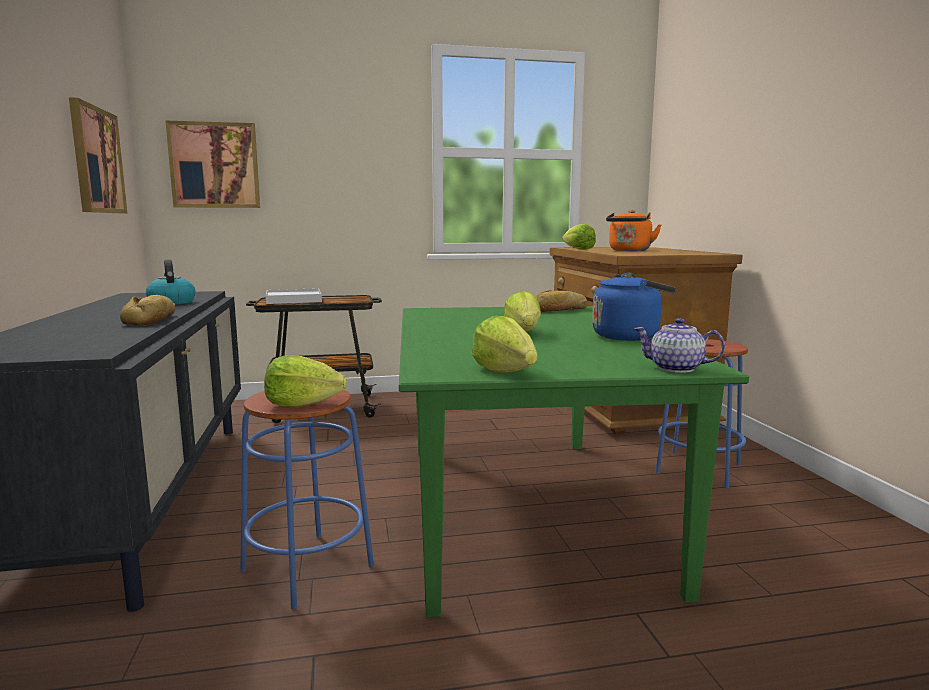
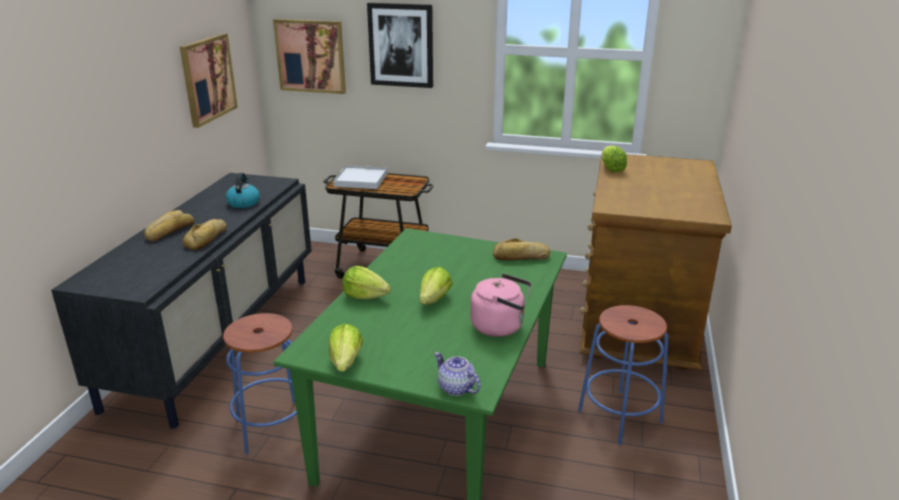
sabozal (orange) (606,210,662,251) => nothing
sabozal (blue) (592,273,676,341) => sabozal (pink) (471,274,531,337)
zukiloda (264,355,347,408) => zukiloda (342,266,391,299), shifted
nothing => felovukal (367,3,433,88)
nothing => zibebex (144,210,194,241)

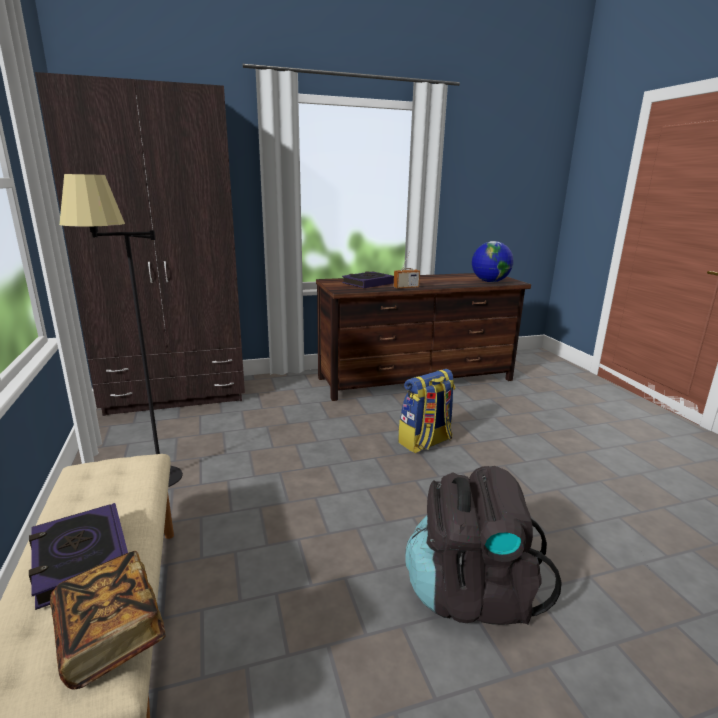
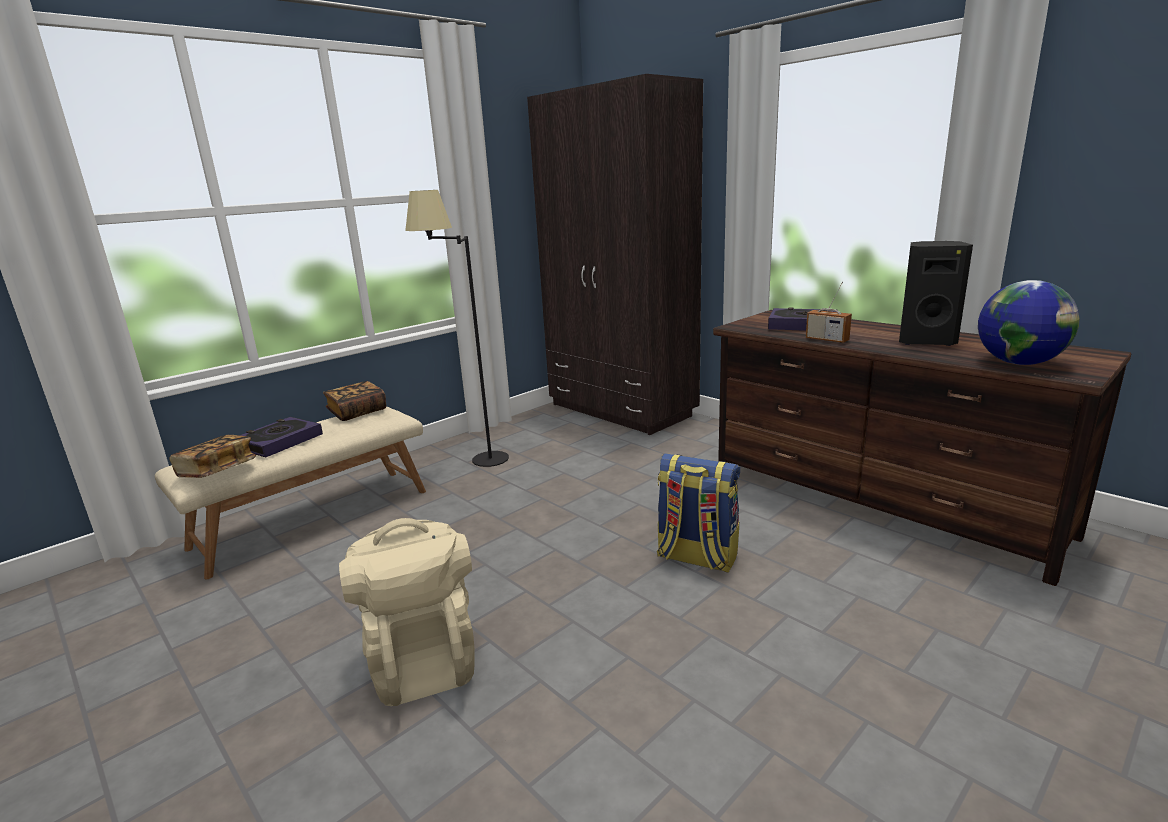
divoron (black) (406,466,562,625) => divoron (beige) (339,518,475,706)
nothing => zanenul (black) (899,241,973,346)
nothing => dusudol (323,381,386,421)

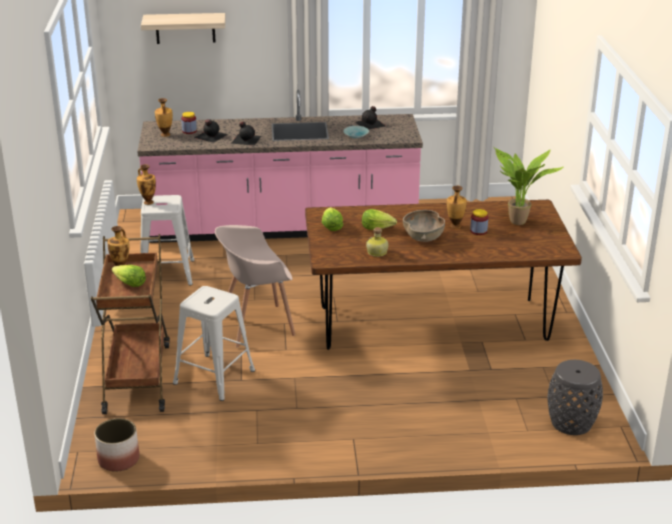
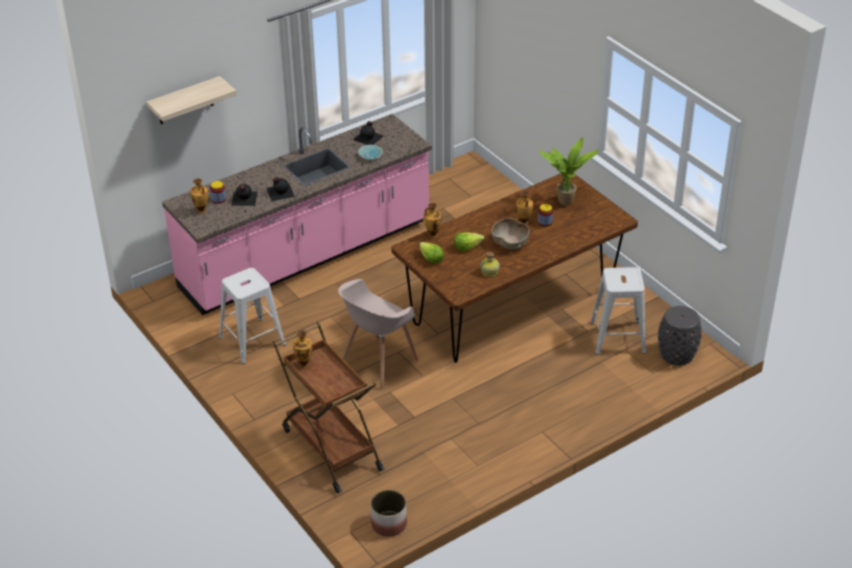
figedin (137,164,156,205) => figedin (424,203,442,239), shifted
zukiloda (112,265,146,287) => nothing
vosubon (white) (173,286,255,401) => vosubon (white) (590,267,647,355), shifted

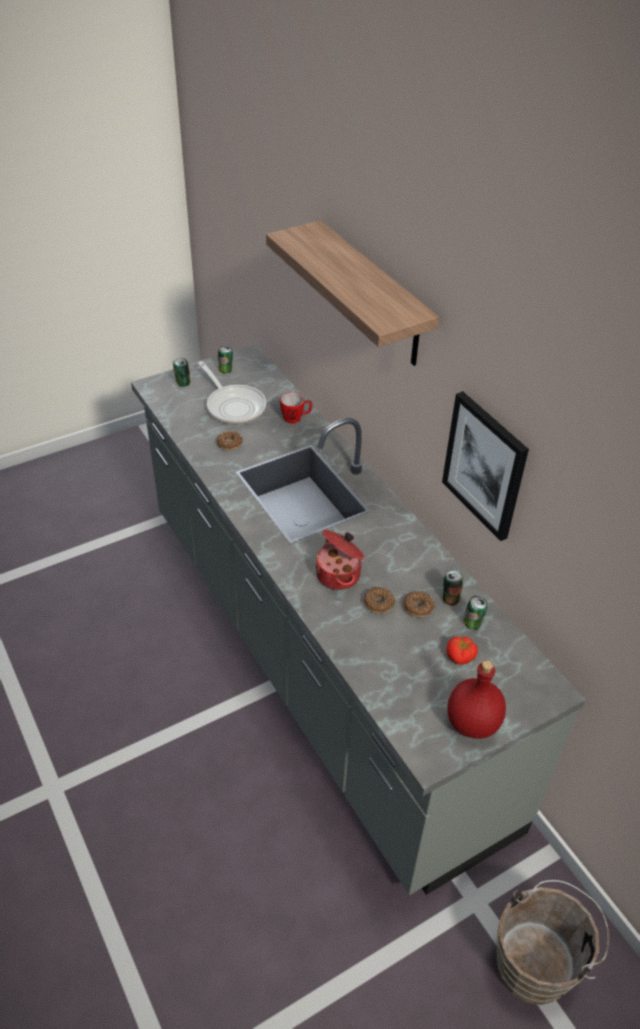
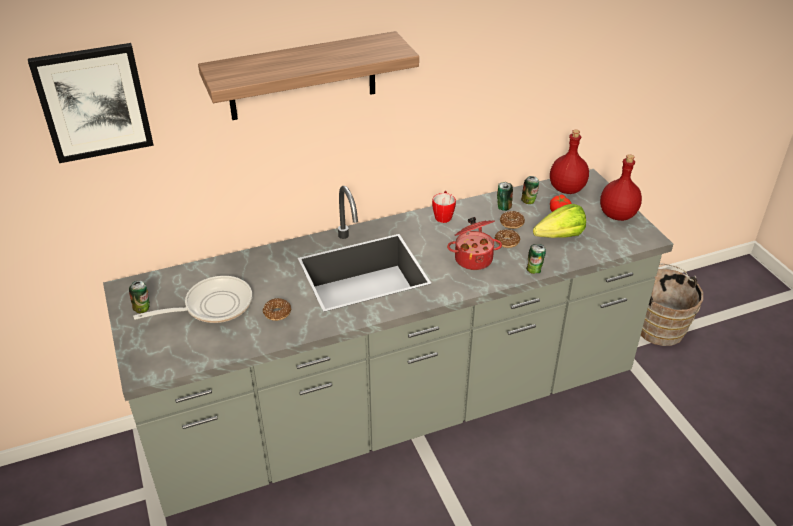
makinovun (173,358,190,387) => makinovun (526,244,546,274), shifted
felovukal (442,391,529,541) => felovukal (28,43,154,163), shifted
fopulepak (280,392,312,424) => fopulepak (432,191,456,223), shifted
nothing => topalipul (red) (550,130,589,194)
nothing => zukiloda (533,204,586,238)

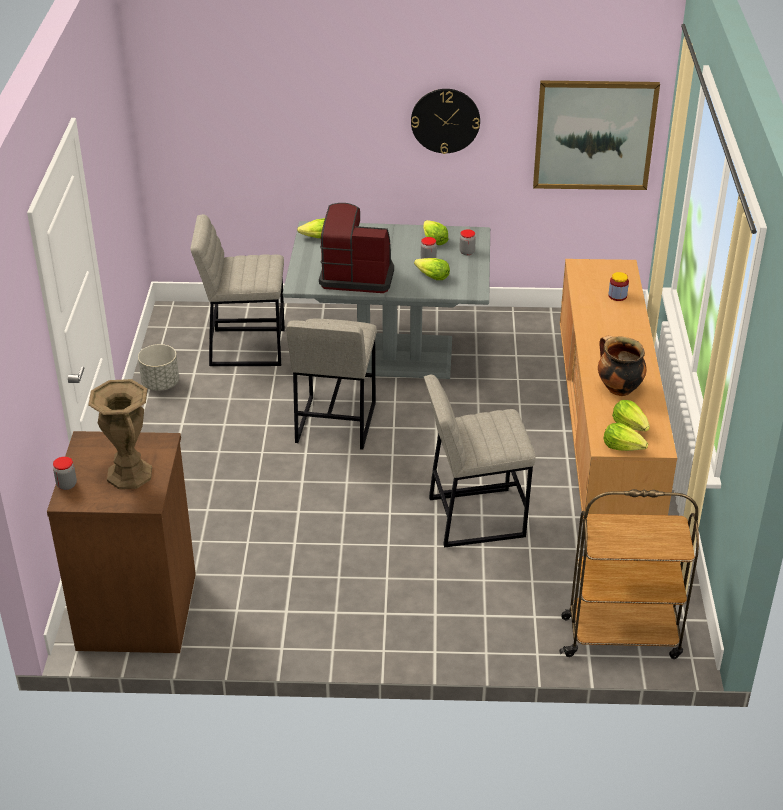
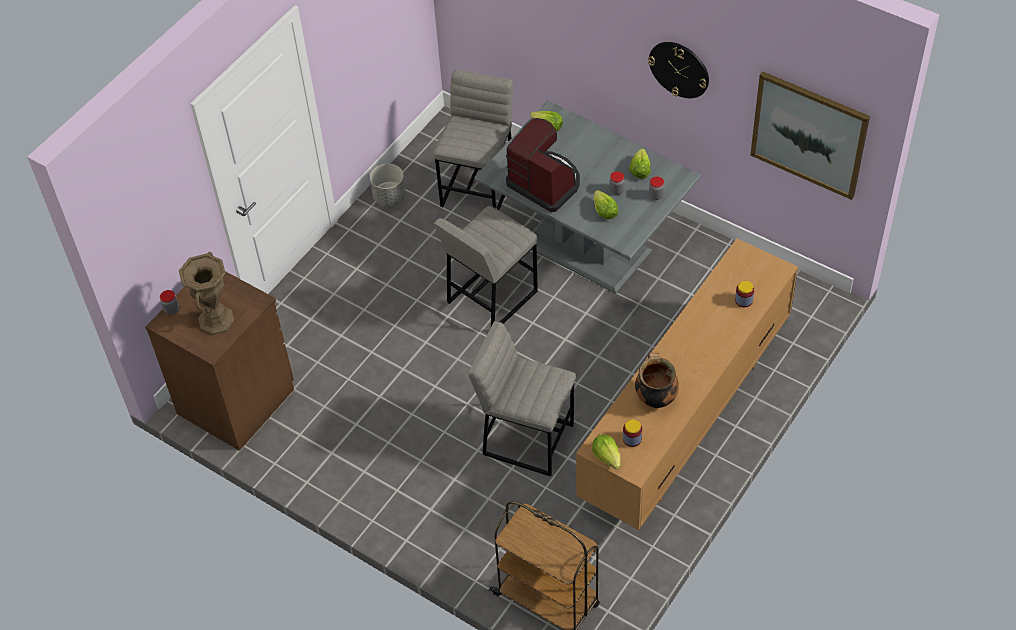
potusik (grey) (191,214,285,366) => potusik (grey) (433,69,513,210), 75 degrees clockwise
zukiloda (612,400,650,432) => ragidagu (623,419,642,447)

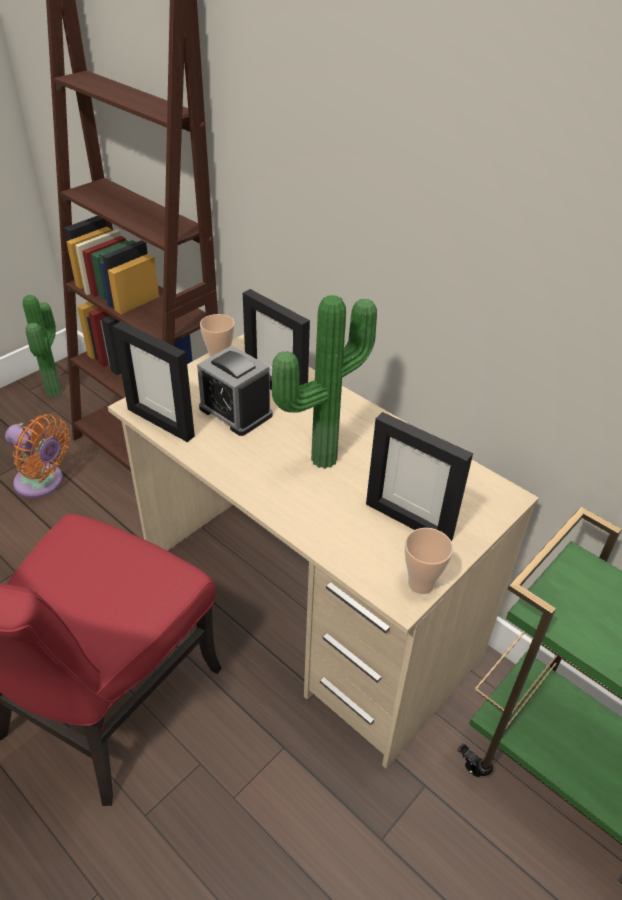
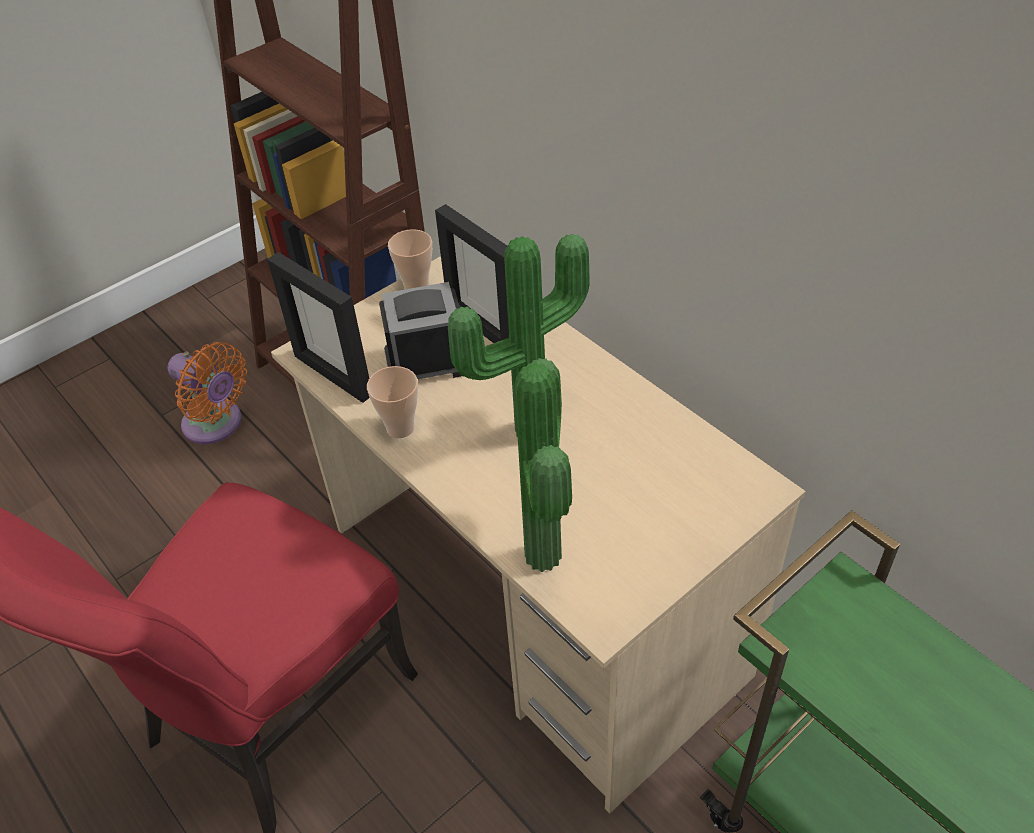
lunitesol (23,295,62,397) => lunitesol (515,358,572,572), shifted
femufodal (197,345,273,436) => femufodal (379,282,462,379), 120 degrees clockwise
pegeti (366,412,473,541) => nothing
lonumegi (405,528,453,594) => lonumegi (367,366,418,438), shifted

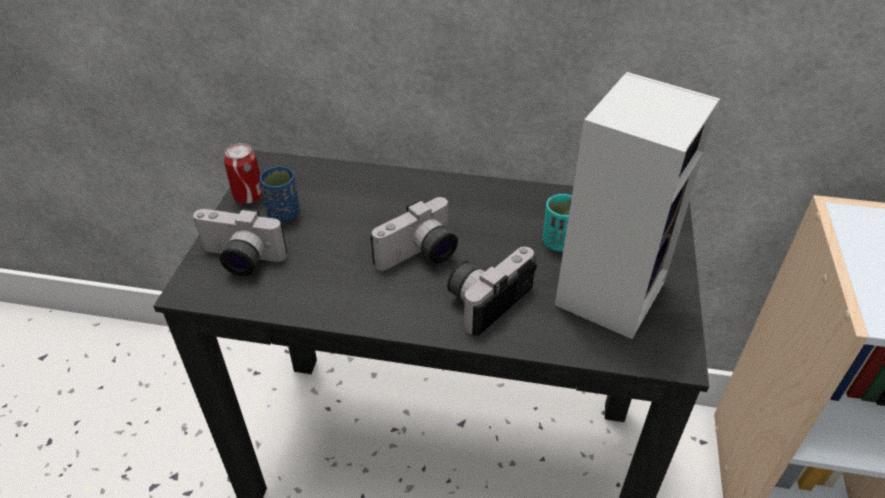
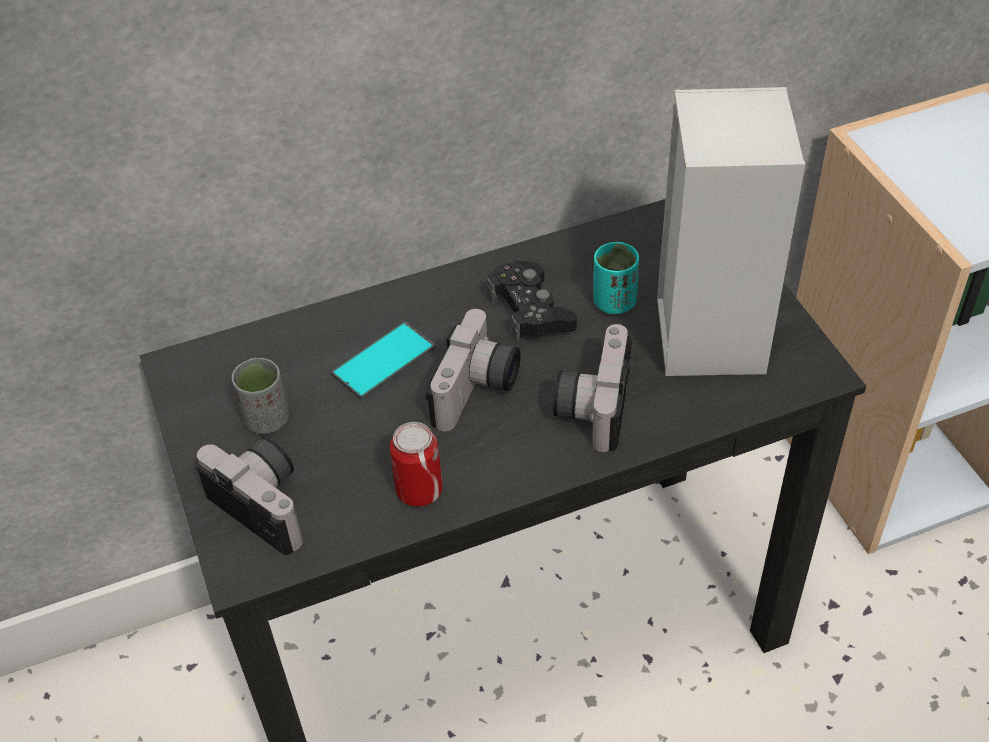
makinovun (224,143,263,204) => makinovun (390,422,443,507), shifted
lonumegi (blue) (260,166,300,222) => lonumegi (grey) (232,358,289,434)
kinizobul (192,208,287,276) => kinizobul (195,437,303,555), 120 degrees counterclockwise
nothing => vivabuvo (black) (487,260,577,343)
nothing => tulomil (332,322,435,400)

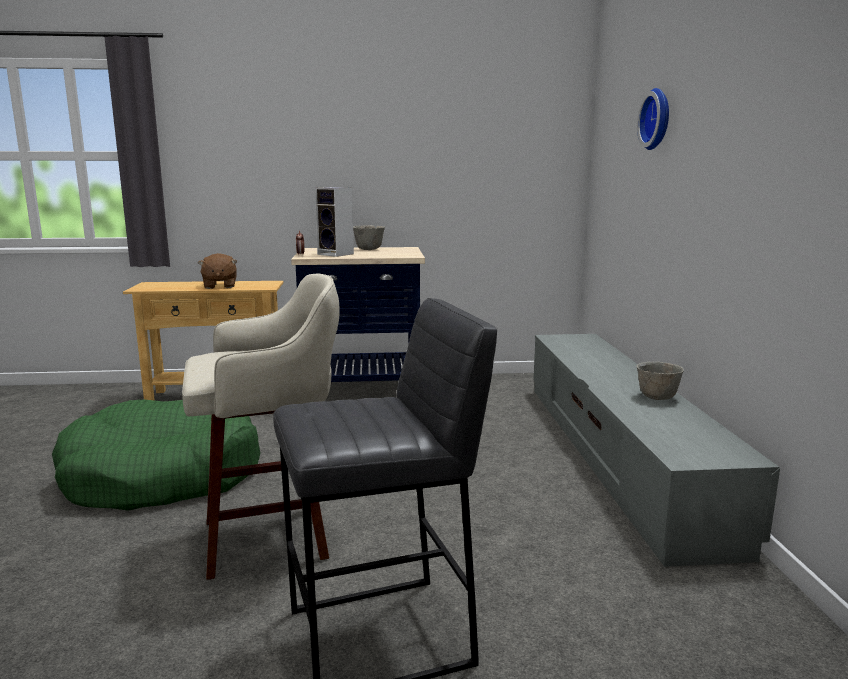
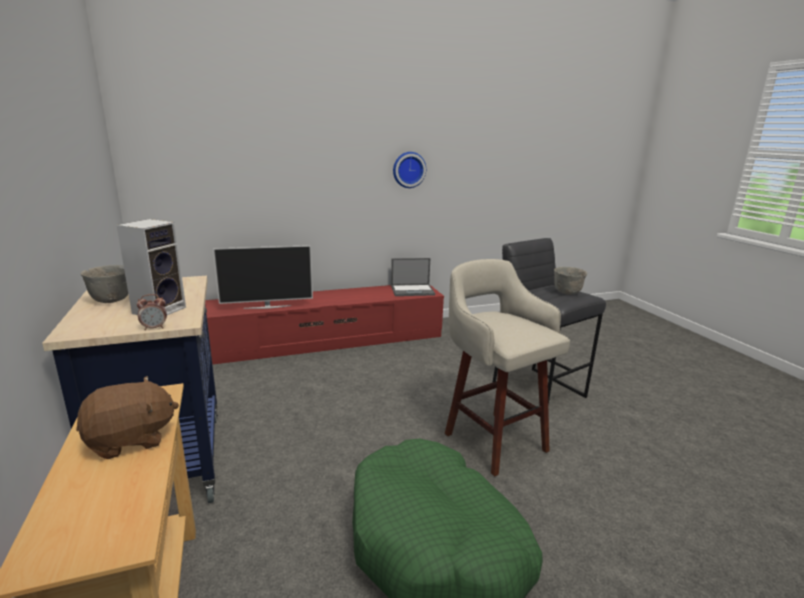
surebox (637,88,669,150) => surebox (393,152,426,188), shifted
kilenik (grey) (533,334,780,567) => kilenik (red) (205,285,444,365)
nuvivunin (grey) (637,362,684,400) => nuvivunin (grey) (554,267,587,295), shifted
nothing => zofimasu (213,245,313,309)
nothing => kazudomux (391,258,435,296)

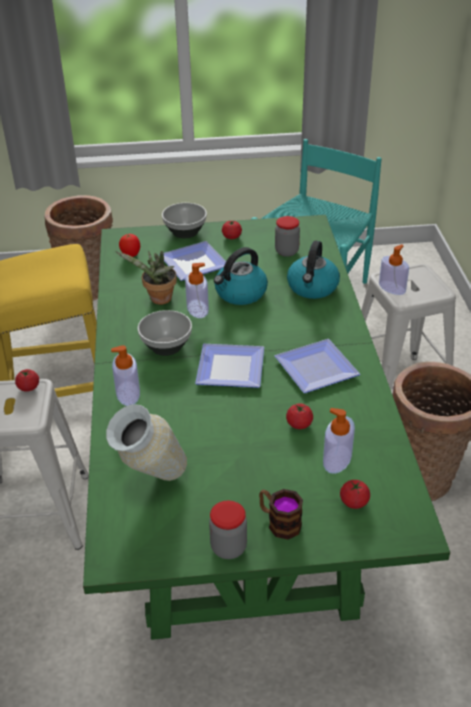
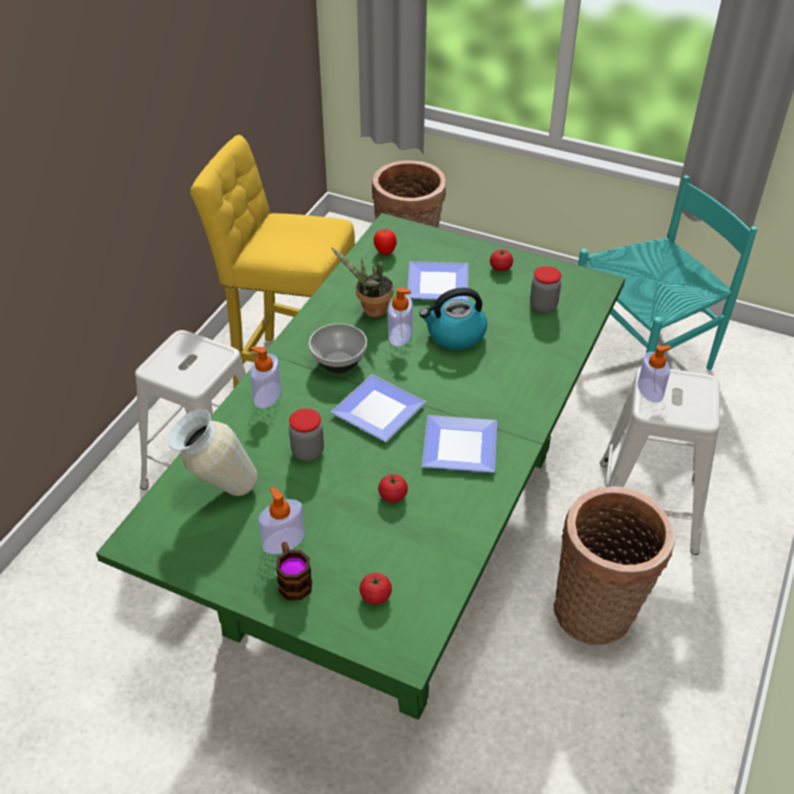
nuvivunin (162,203,207,238) => nothing
sabozal (287,240,340,299) => nothing
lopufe (15,369,39,392) => nothing
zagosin (323,408,355,474) => zagosin (258,487,305,554), shifted
ragidagu (209,501,247,559) => ragidagu (289,408,324,461), shifted

